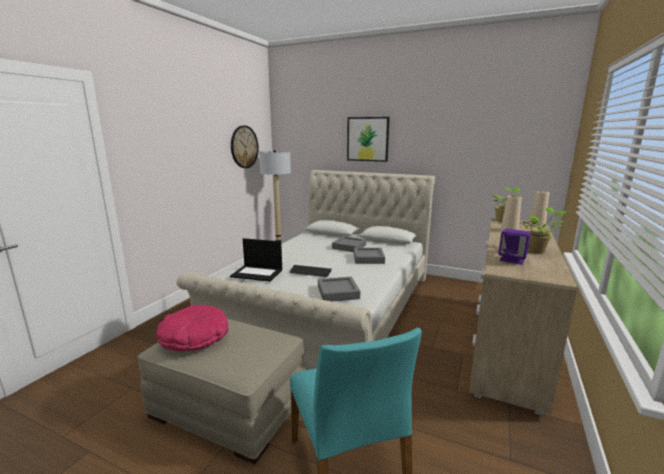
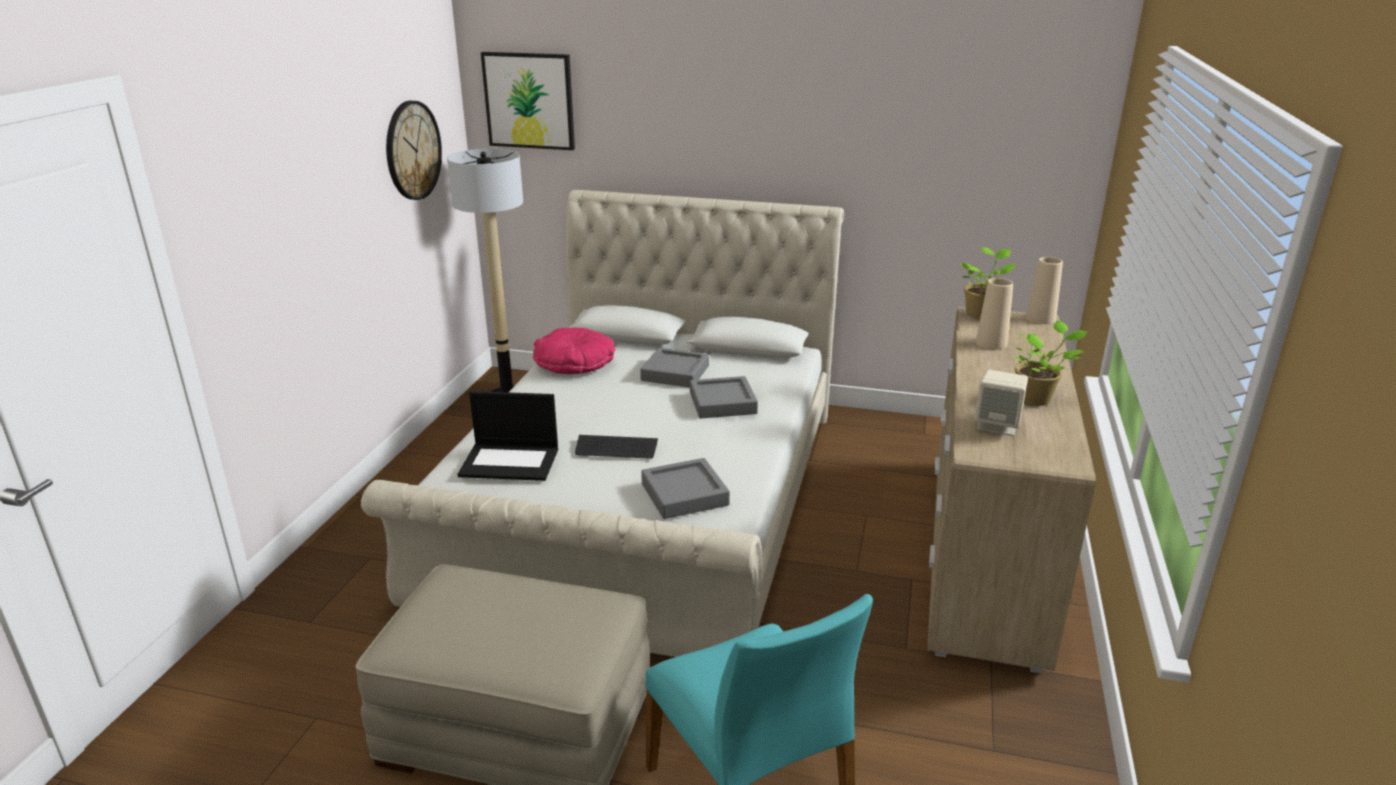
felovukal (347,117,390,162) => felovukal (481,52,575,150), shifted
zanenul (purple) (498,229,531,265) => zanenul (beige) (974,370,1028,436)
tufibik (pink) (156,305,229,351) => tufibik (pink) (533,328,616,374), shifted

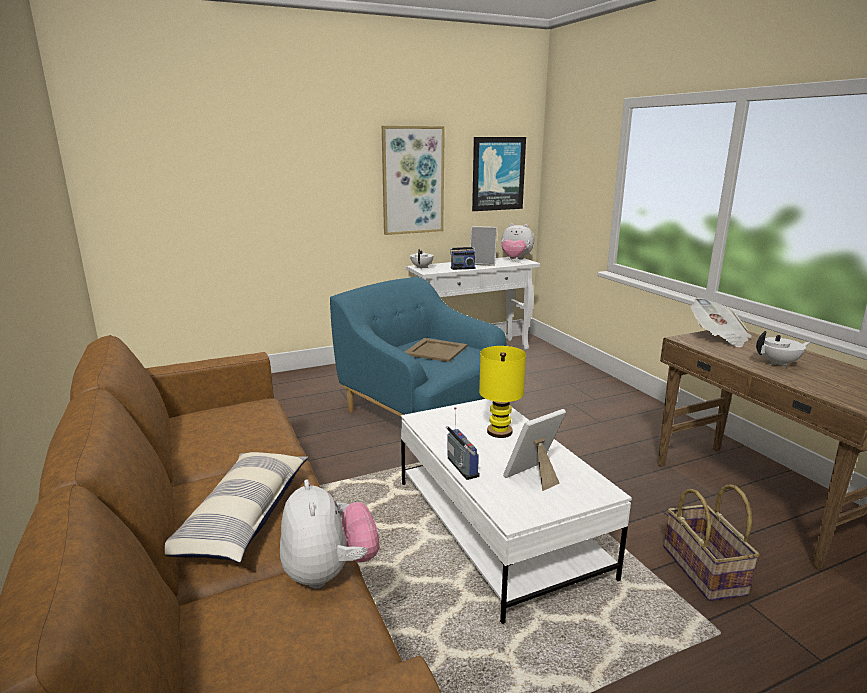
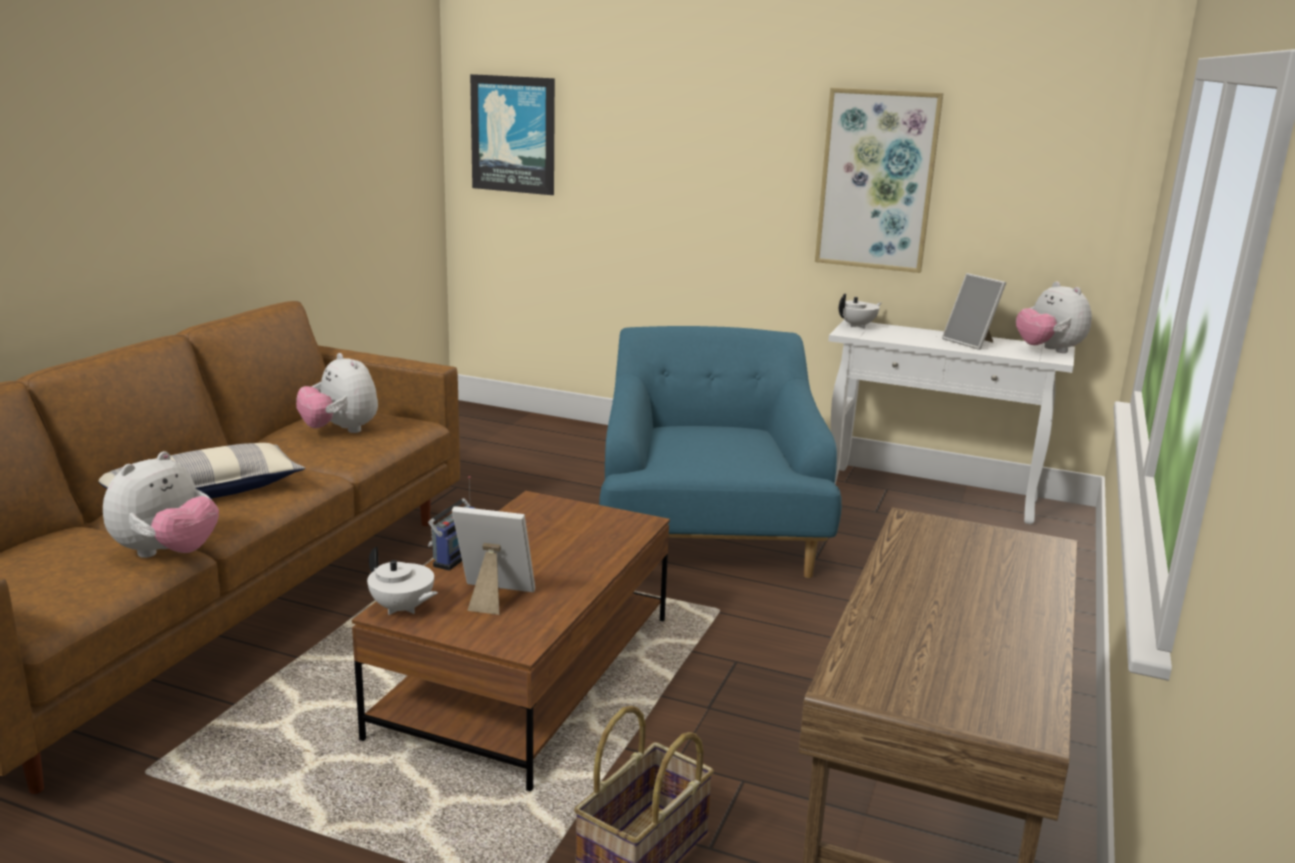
felovukal (472,137,526,211) => felovukal (470,74,555,195), shifted
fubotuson (450,237,476,270) => nothing
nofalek (690,298,751,348) => nothing
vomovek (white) (756,331,810,368) => vomovek (white) (367,546,438,615), shifted
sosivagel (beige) (405,338,467,362) => nothing
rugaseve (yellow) (479,346,526,438) => nothing
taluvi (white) (401,399,632,624) => taluvi (brown) (352,491,670,792)
nothing => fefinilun (296,353,378,433)

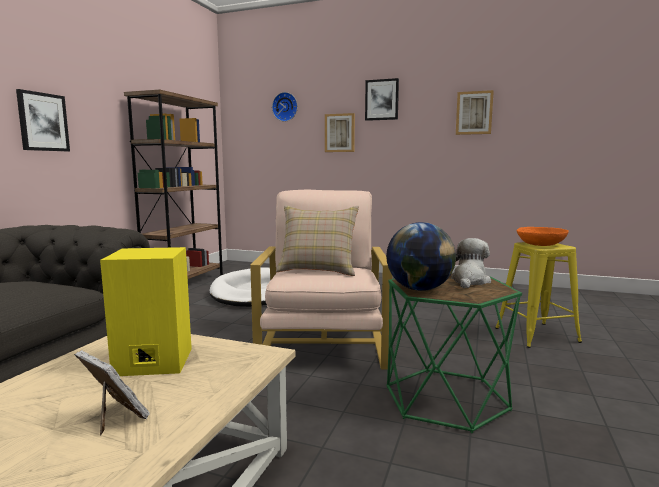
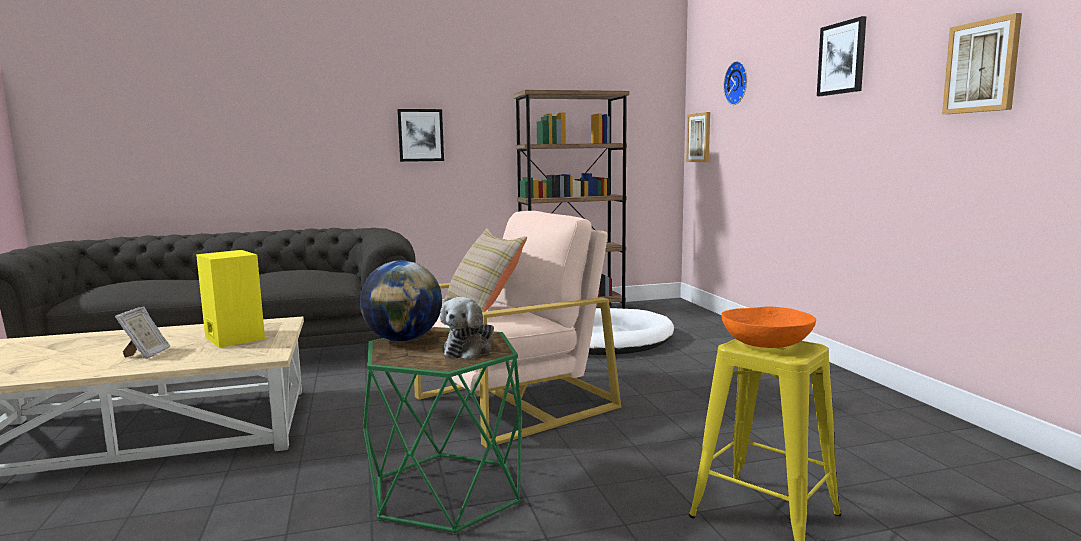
felovukal (325,113,355,152) => felovukal (686,112,710,162), shifted
fefinilun (451,238,491,288) => fefinilun (440,297,494,359), 120 degrees clockwise

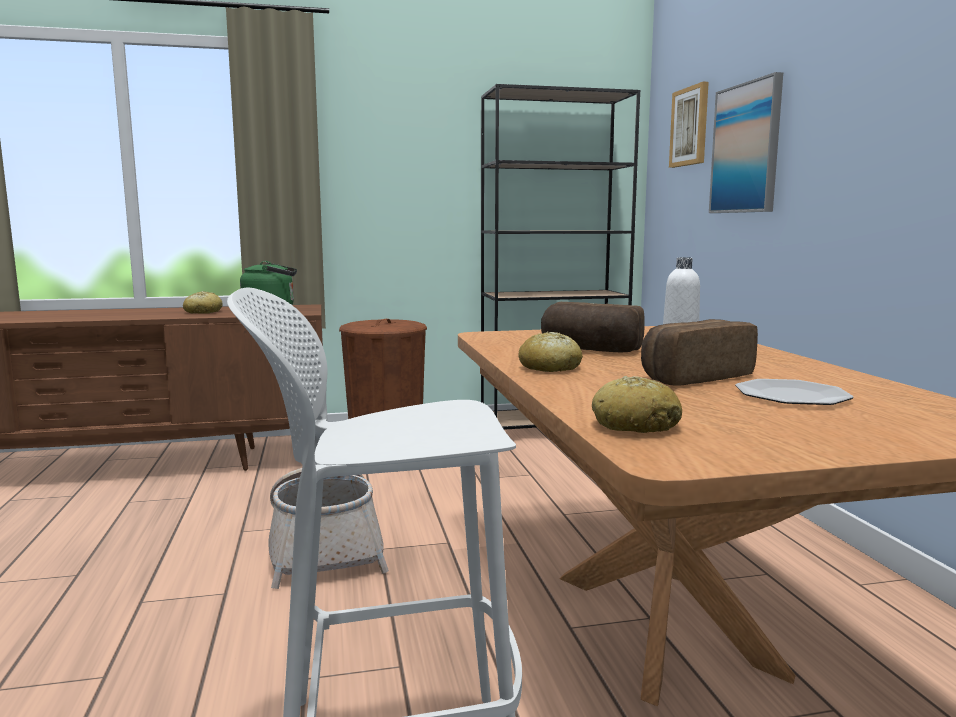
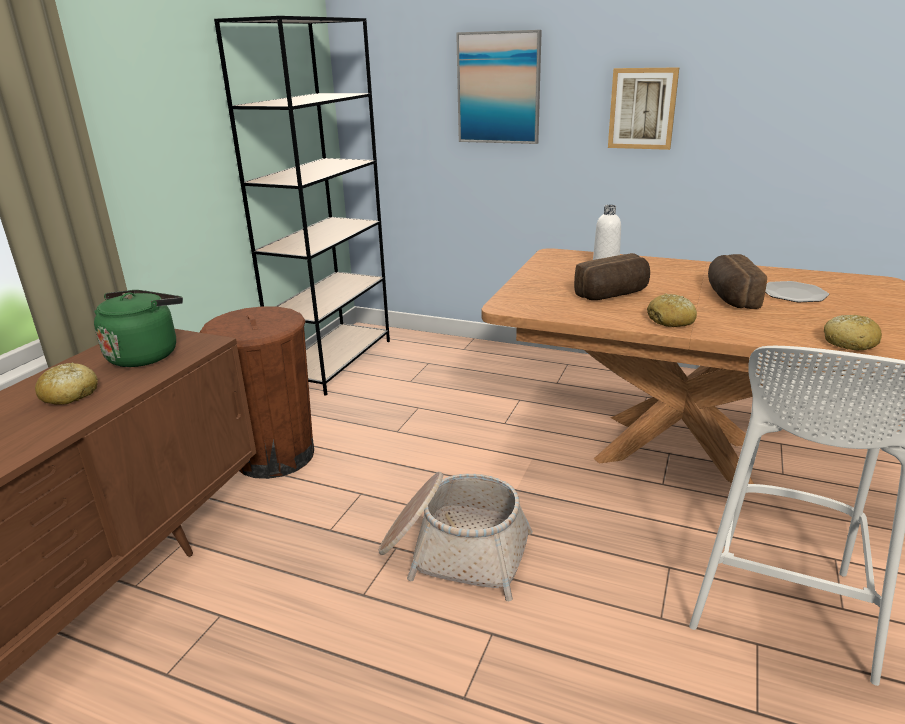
felovukal (669,82,709,168) => felovukal (608,67,679,150), shifted

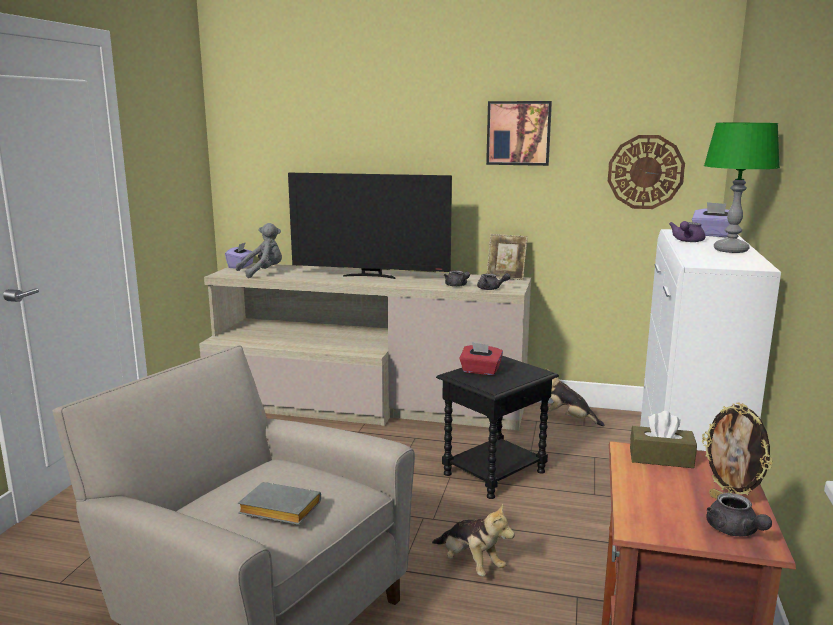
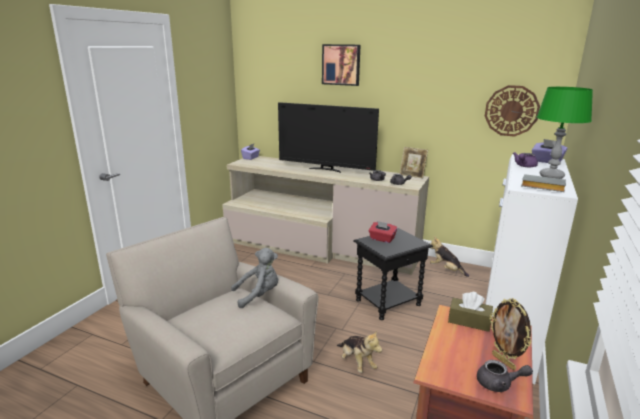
felovukal (486,101,552,166) => felovukal (322,44,361,86), shifted
fefinilun (grey) (236,223,282,278) => fefinilun (grey) (231,248,278,308), shifted
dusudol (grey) (238,482,321,525) => dusudol (grey) (521,174,566,192), shifted
vomovek (grey) (706,493,772,536) => vomovek (grey) (477,360,533,392), 75 degrees counterclockwise

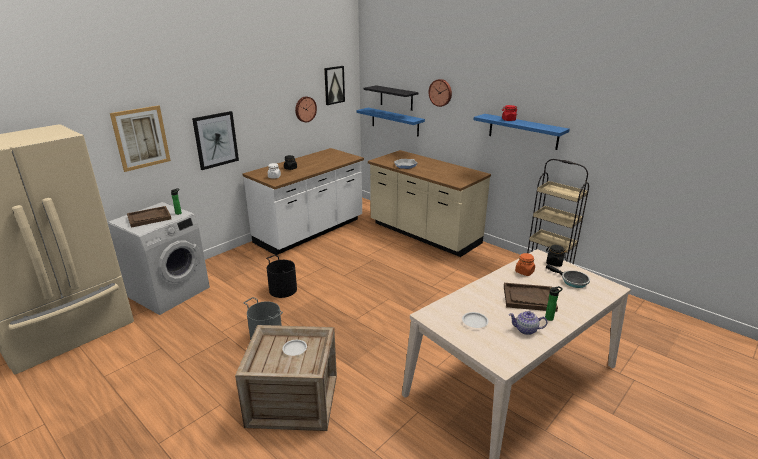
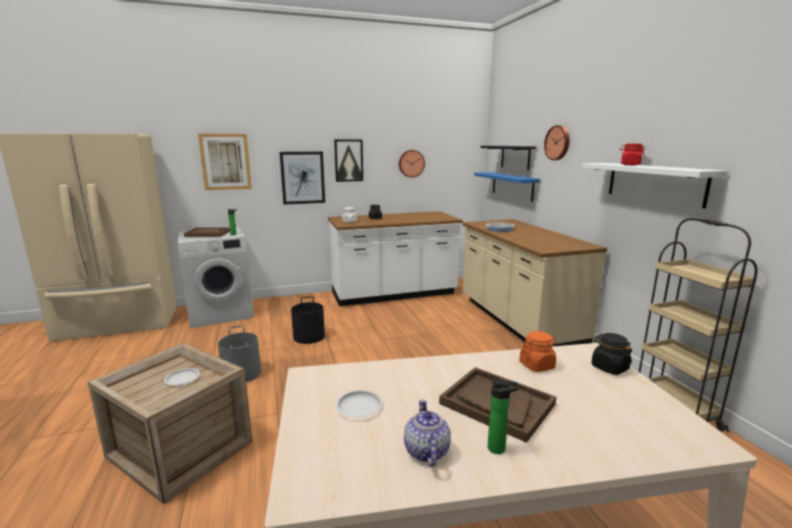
felovukal (324,66,345,105) => felovukal (334,139,363,182), shifted
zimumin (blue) (474,114,570,150) => zimumin (white) (582,163,728,208)
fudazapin (546,264,590,288) => nothing
vomovek (509,311,547,335) => vomovek (404,400,451,467), 45 degrees clockwise

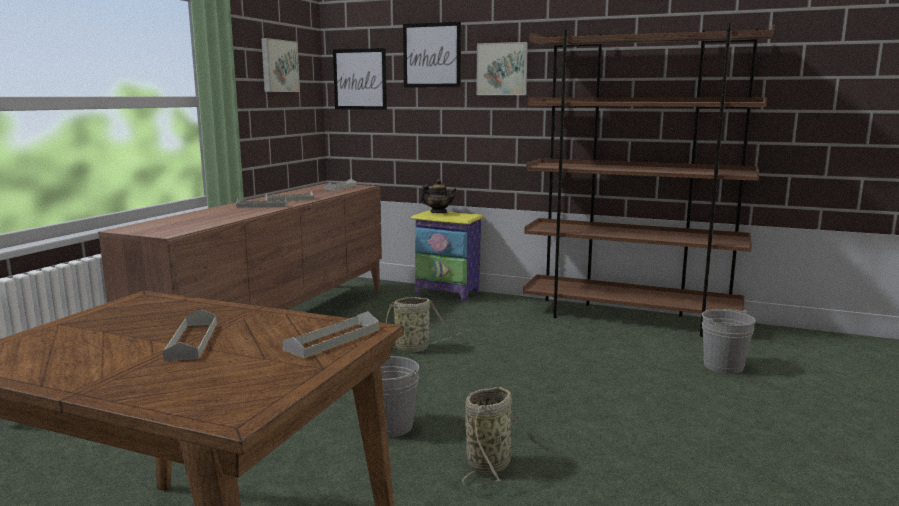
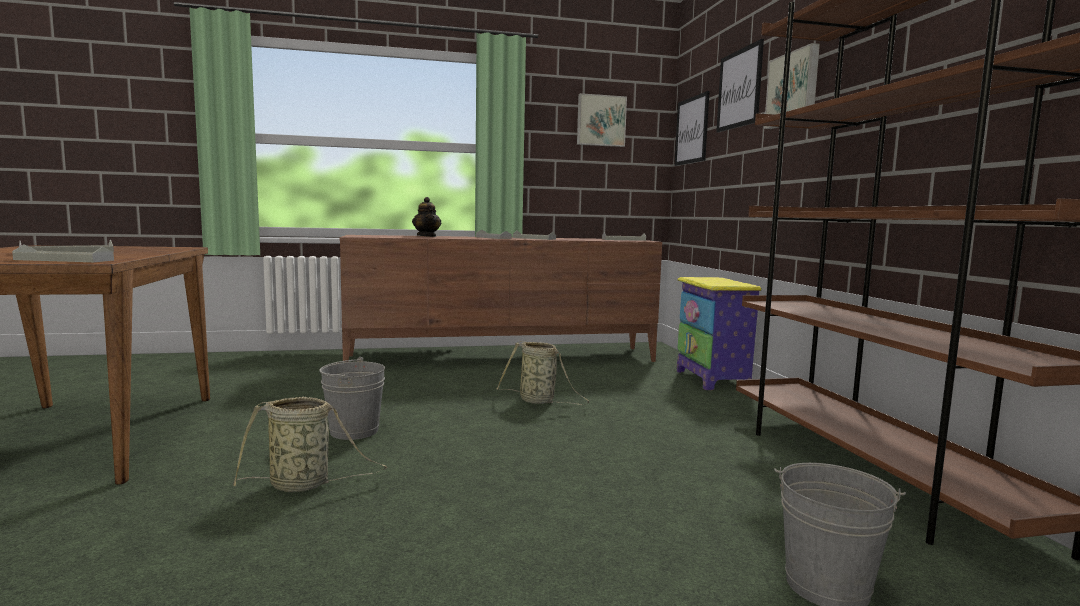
vomovek (420,179,457,213) => vomovek (412,197,441,237), shifted

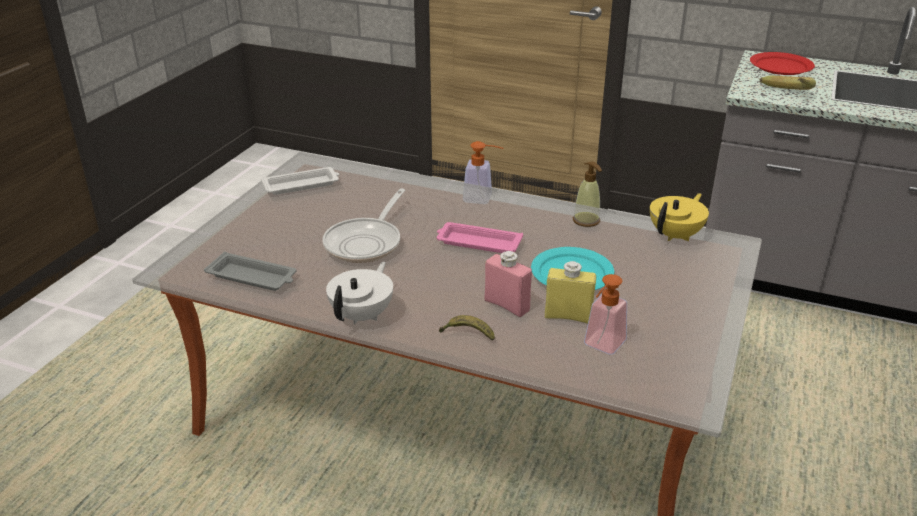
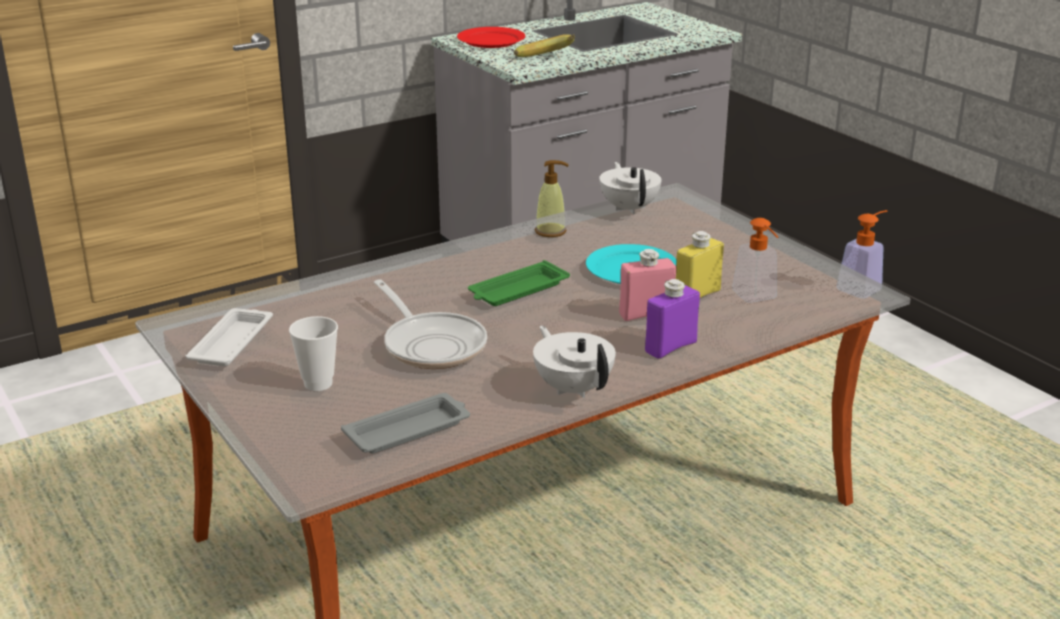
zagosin (463,141,504,204) => zagosin (836,210,887,299), shifted
vomovek (yellow) (650,193,709,241) => vomovek (white) (599,162,662,214)
sosivagel (pink) (437,222,523,253) => sosivagel (green) (468,260,570,306)
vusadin (439,315,495,341) => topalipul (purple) (645,279,700,359)
nothing => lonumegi (289,316,338,391)

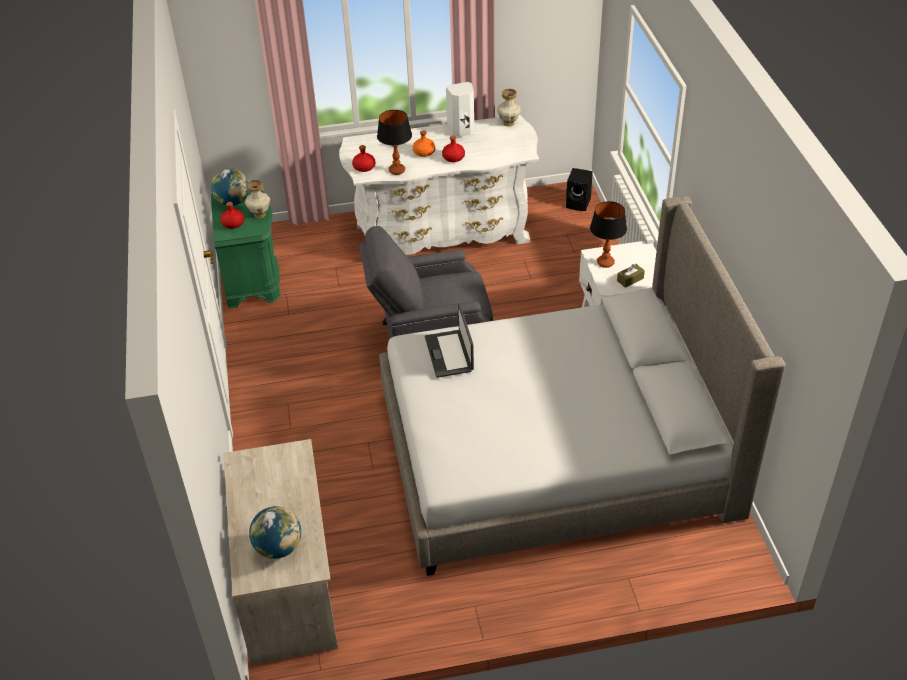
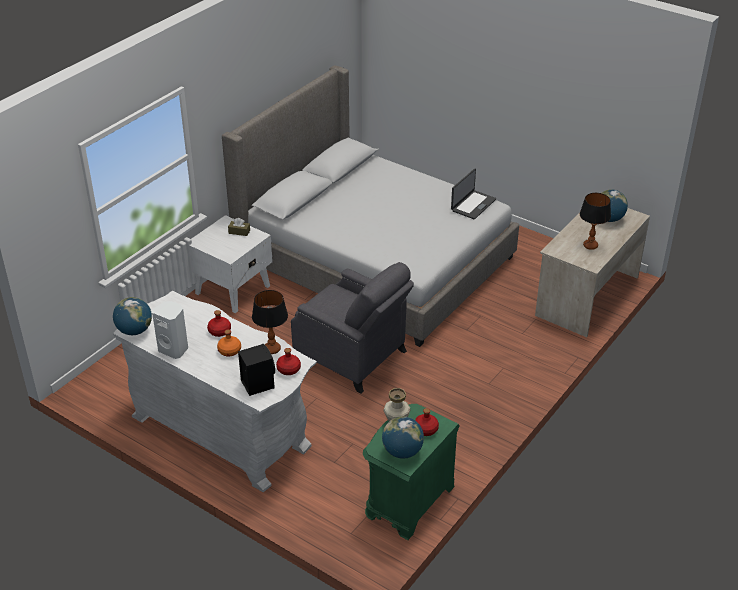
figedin (498,88,521,127) => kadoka (113,297,152,335)
zanenul (black) (566,168,593,211) => zanenul (black) (238,344,275,396), shifted
rugaseve (590,201,627,268) => rugaseve (580,193,611,250), shifted
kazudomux (425,304,474,378) => kazudomux (451,169,497,219), shifted

